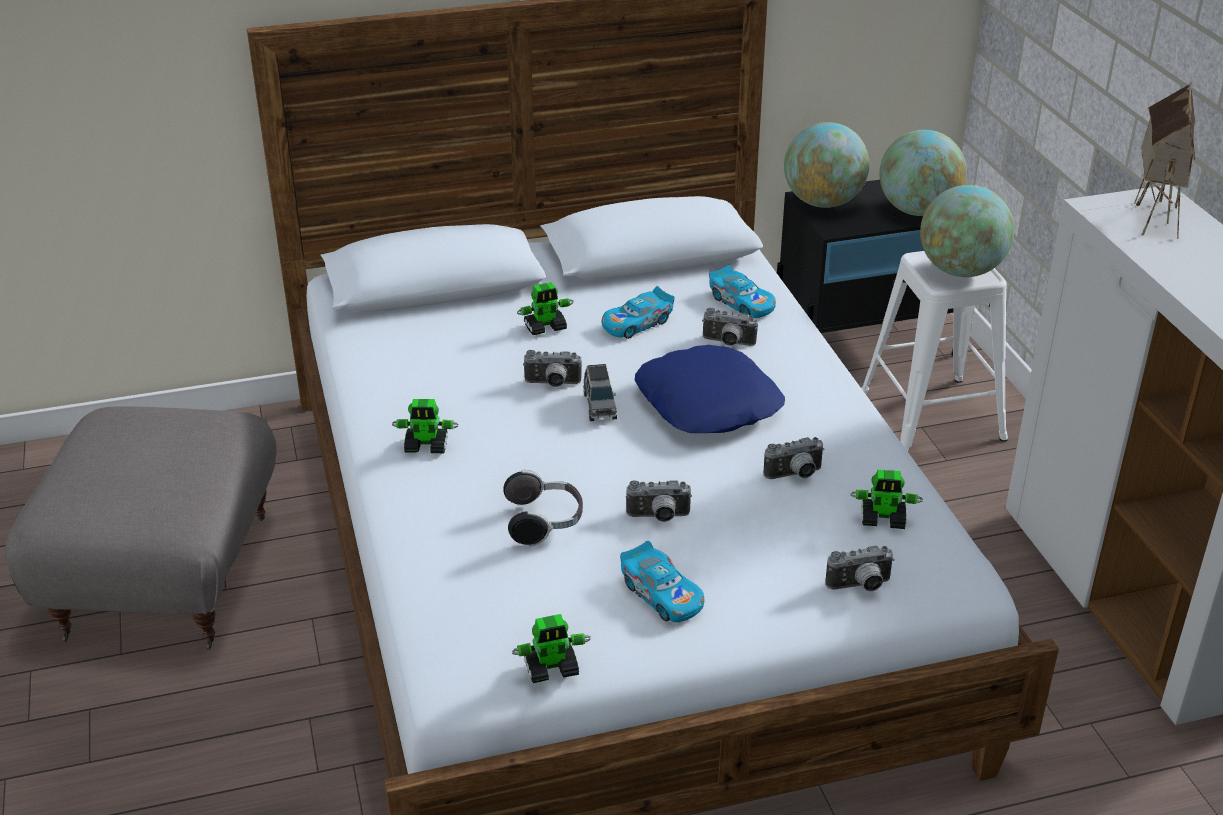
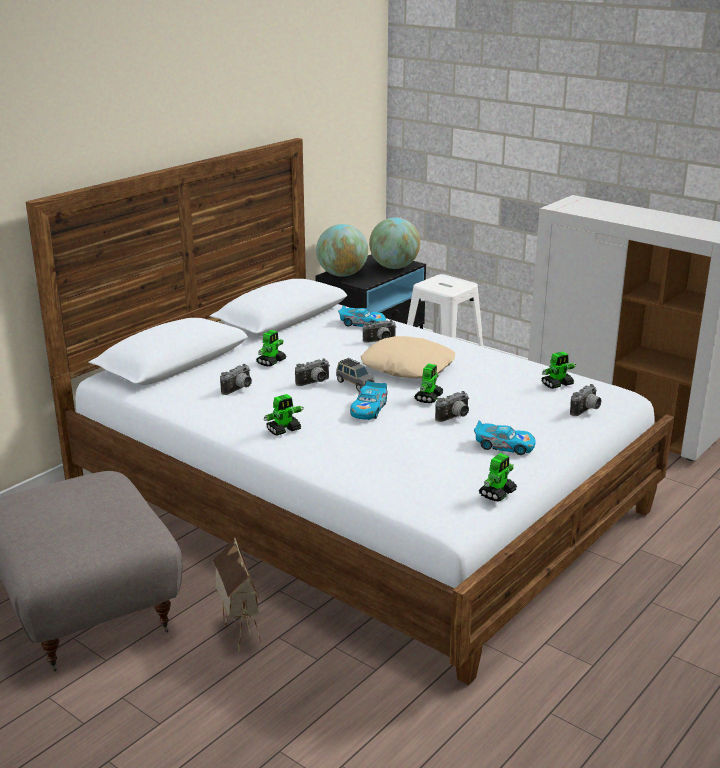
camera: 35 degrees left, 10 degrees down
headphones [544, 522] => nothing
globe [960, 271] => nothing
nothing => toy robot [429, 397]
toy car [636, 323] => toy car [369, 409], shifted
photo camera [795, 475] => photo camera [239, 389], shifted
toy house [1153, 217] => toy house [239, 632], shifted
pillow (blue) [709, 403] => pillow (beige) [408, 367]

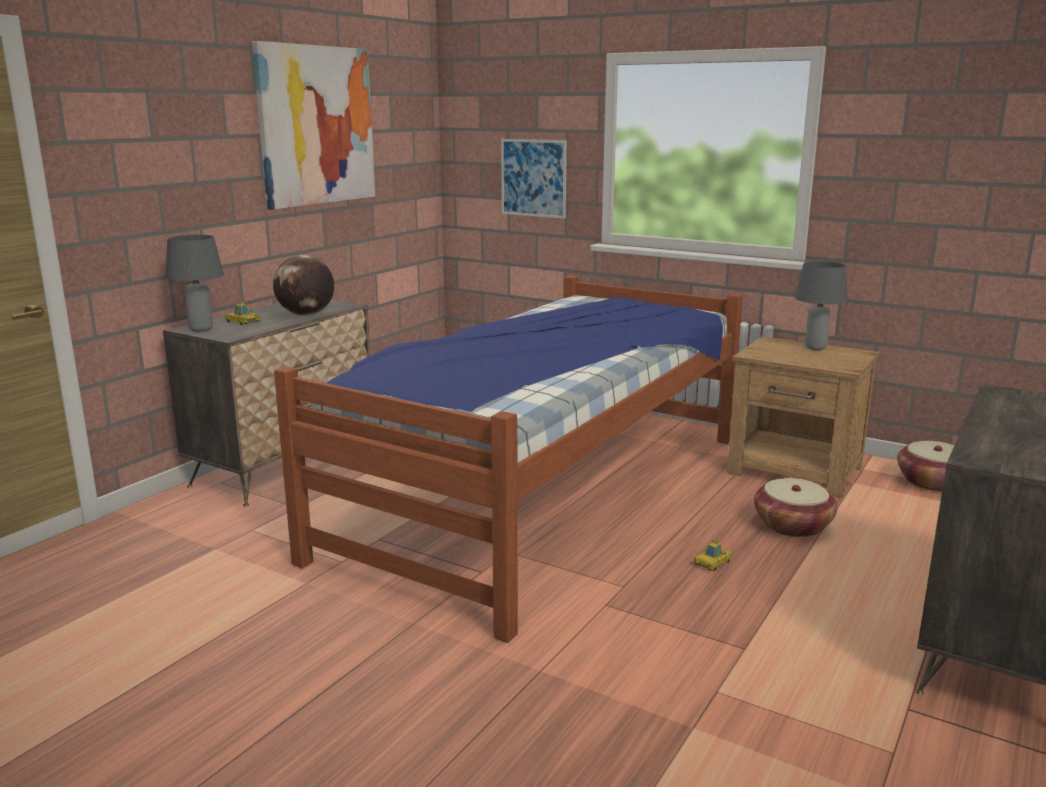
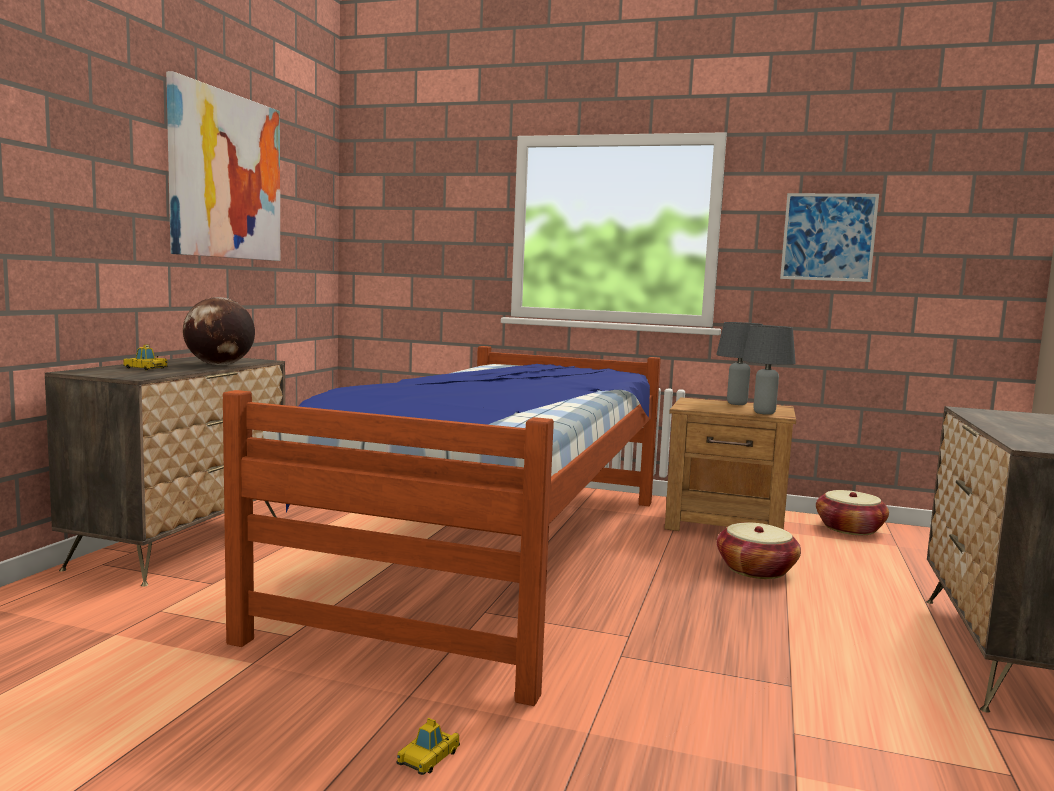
camera: 15 degrees left, 10 degrees down
table lamp (grey) [201, 330] => table lamp (grey) [765, 413], shifted
picture [533, 178] => picture [828, 237], shifted
toy car [712, 562] => toy car [428, 757], shifted

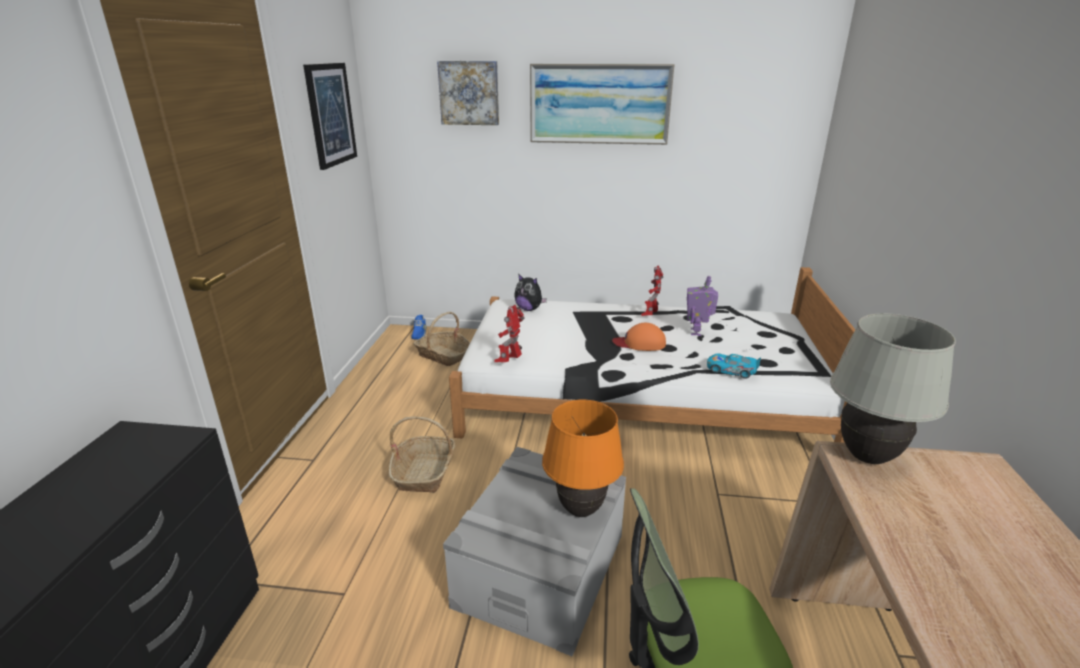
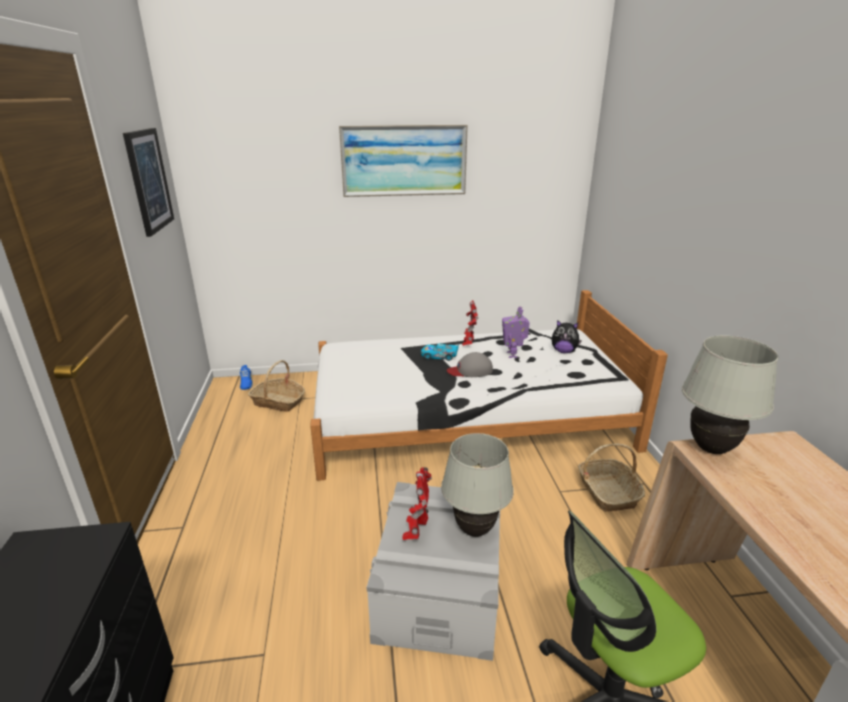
camera: 15 degrees left, 0 degrees up
picture [469, 93] => nothing
basket [425, 472] => basket [607, 492], shifted
toy robot [510, 361] => toy robot [417, 531], shifted
plush toy [529, 309] => plush toy [563, 351], shifted
toy car [731, 370] => toy car [439, 356], shifted
table lamp (orange) [581, 510] => table lamp (white) [475, 530]
cap (orange) [640, 343] => cap (grey) [470, 370]

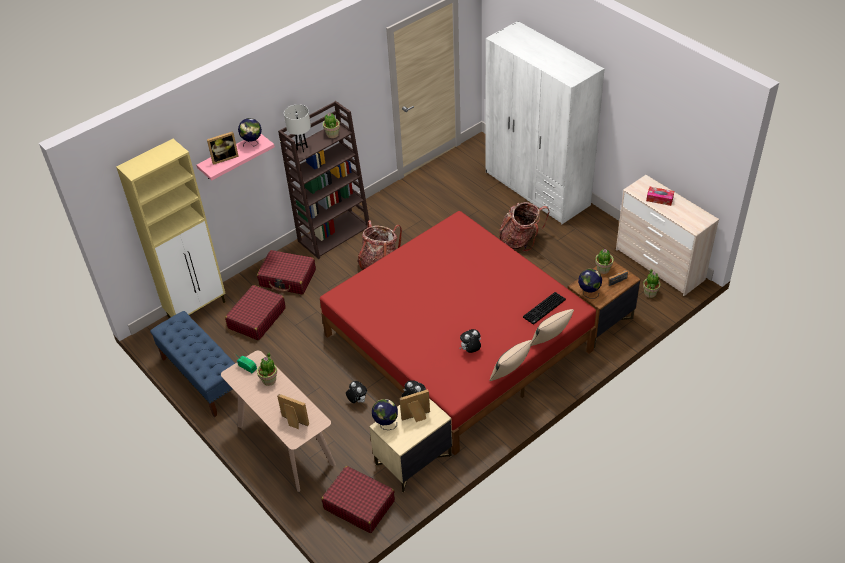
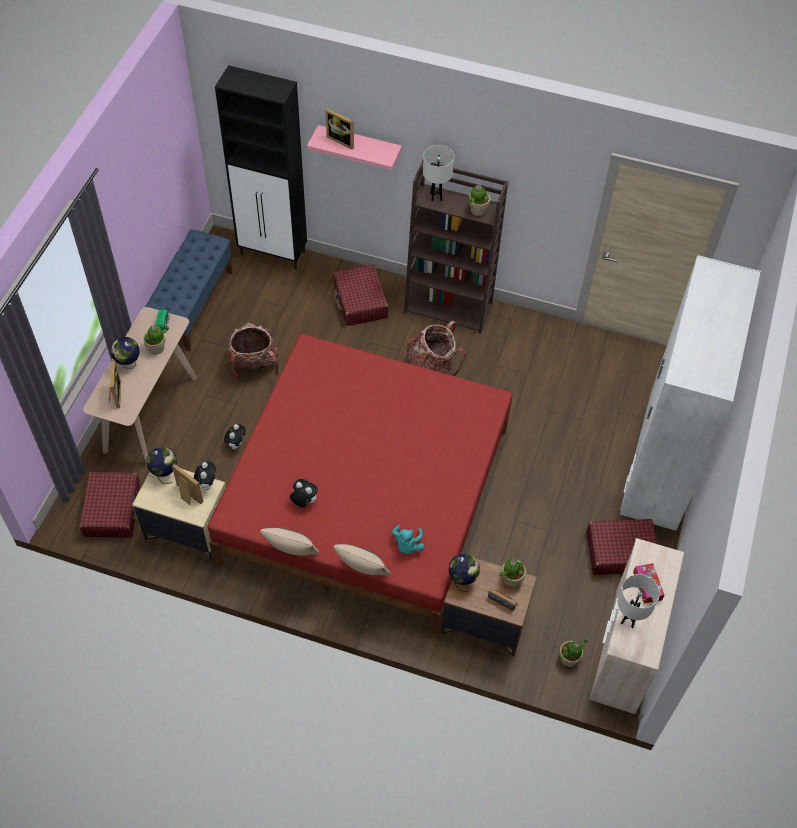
camera: 55 degrees right, 10 degrees up
nothing => table lamp (white) [628, 620]
suitcase (red) [256, 318] => suitcase (red) [620, 552], shifted
globe [252, 144] => globe [128, 364], shifted
backpack [520, 240] => backpack [254, 365], shifted
keyboard [544, 309] => plush toy (turquoise) [407, 545]
cabinet (beige) [197, 309] => cabinet (black) [273, 253]

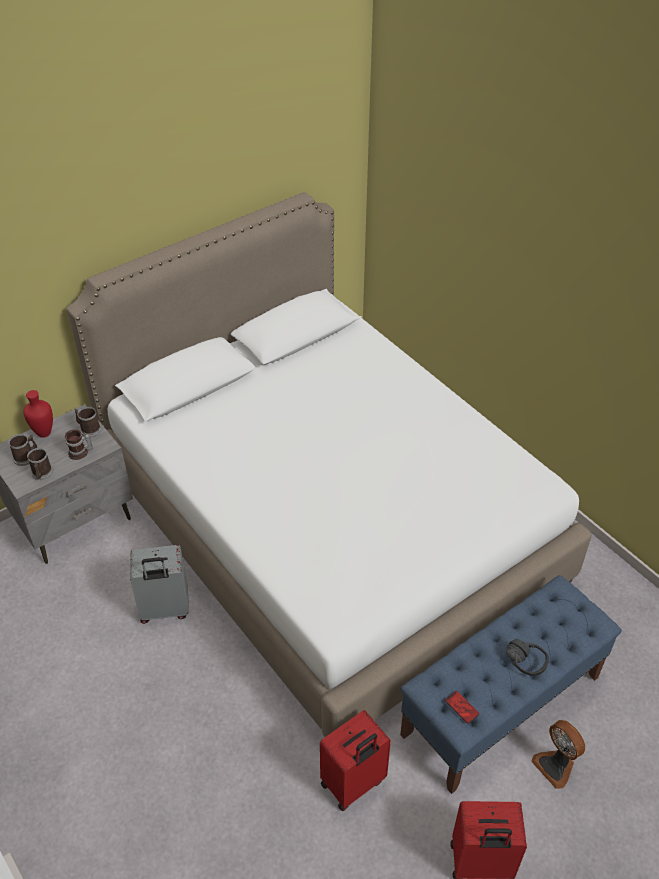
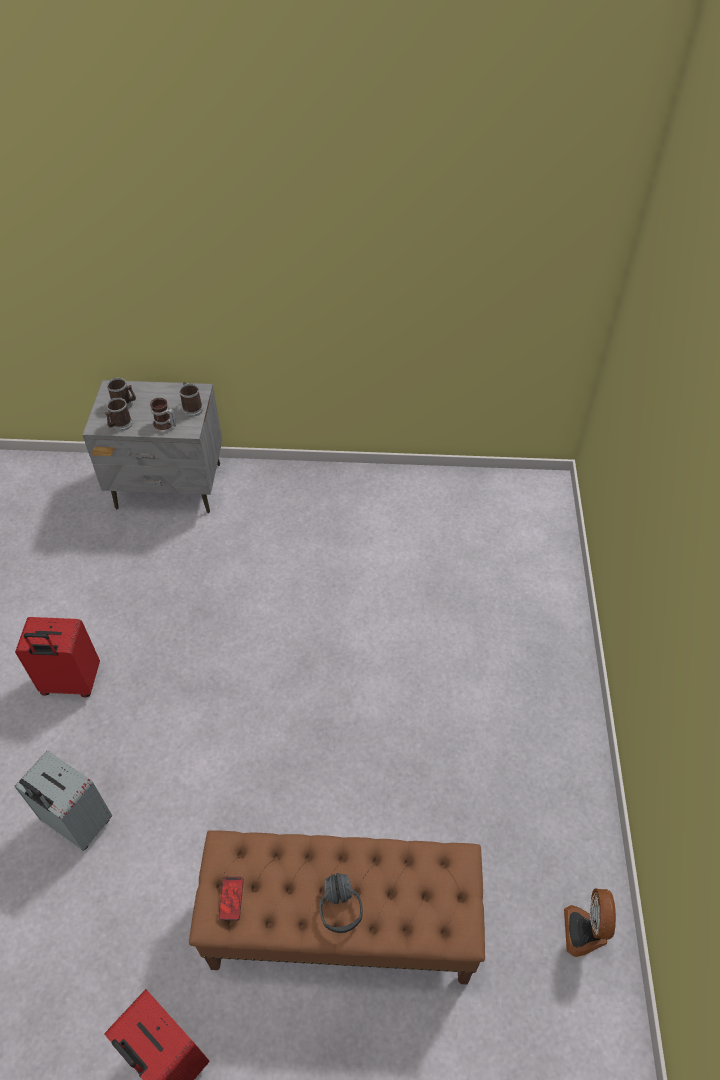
camera: 40 degrees right, 5 degrees up
vase (red) [44, 434] => nothing
bed (white) [328, 526] => nothing
suitcase (grey) [164, 610] => suitcase (grey) [77, 823], shifted
suitcase (red) [353, 784] => suitcase (red) [71, 683], shifted
fan [555, 765] => fan [585, 932], shifted
bench (blue) [501, 704] => bench (brown) [342, 926]

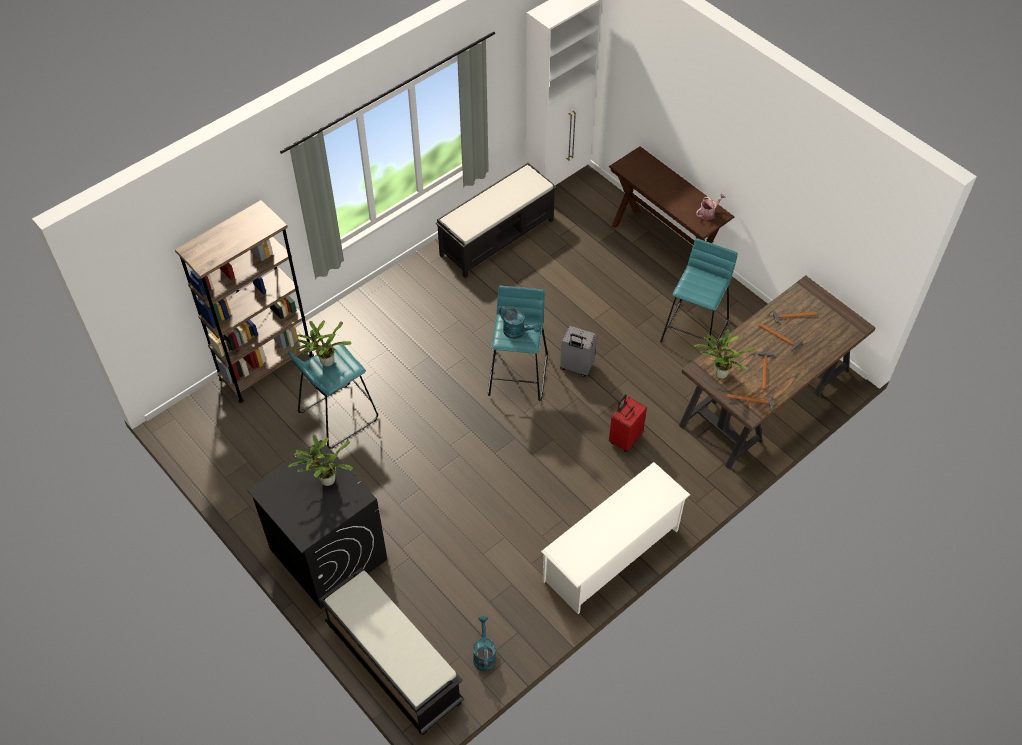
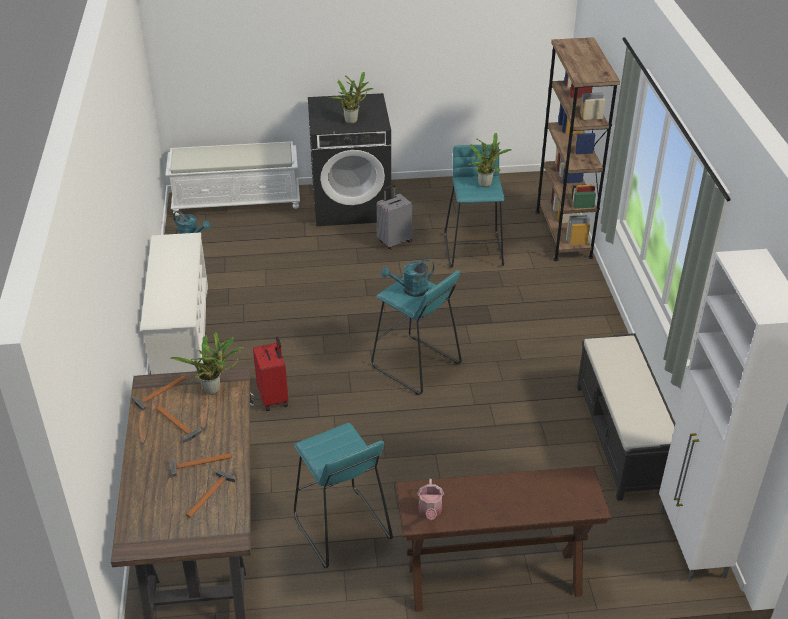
camera: 125 degrees right, 15 degrees down
suitcase (grey) [576, 367] => suitcase (grey) [394, 241], shifted
bench (black) [392, 663] => bench (white) [237, 201]

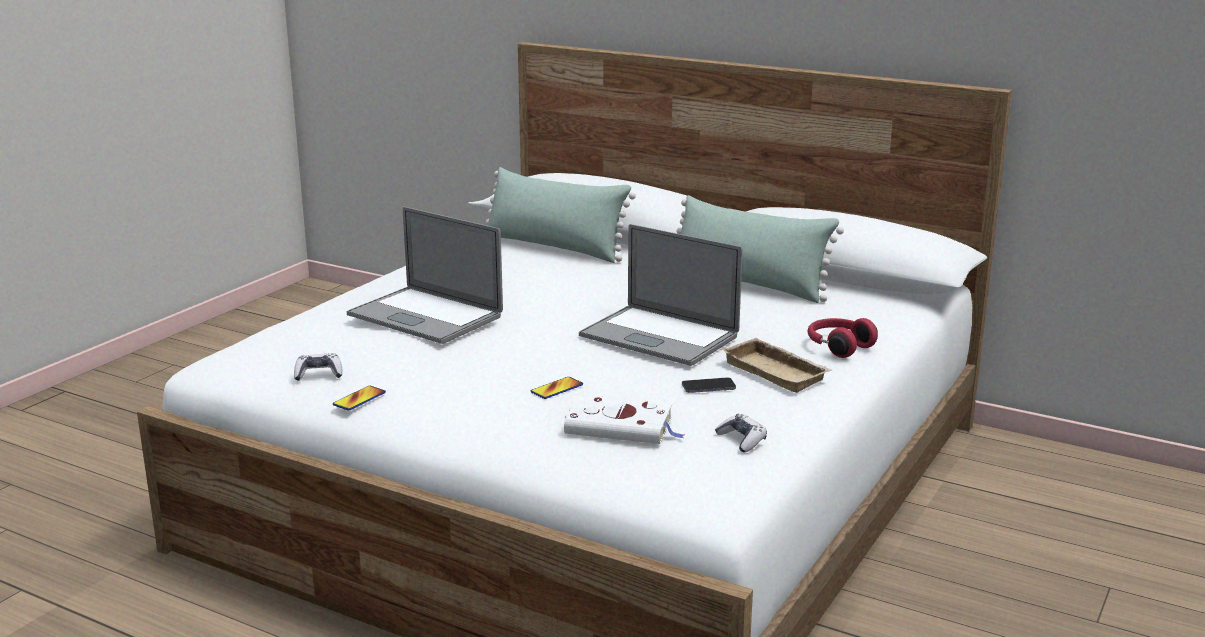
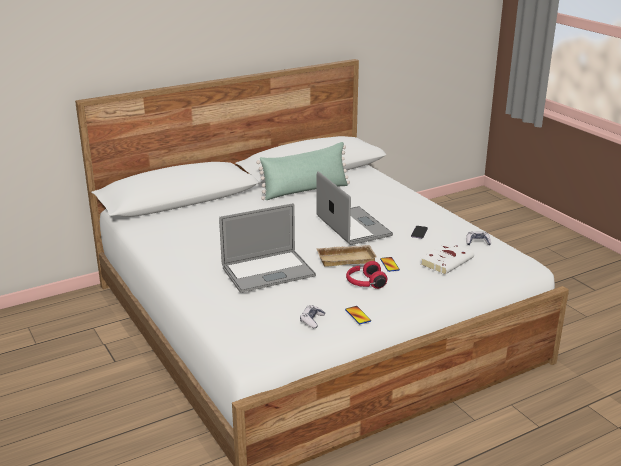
camera: 60 degrees left, 5 degrees up
pillow (green) [554, 247] => nothing
tray (beige) [778, 372] => tray (beige) [346, 258], shifted
headphones (red) [838, 347] => headphones (red) [365, 283], shifted
laptop [659, 336] => laptop [353, 226], 90 degrees counterclockwise

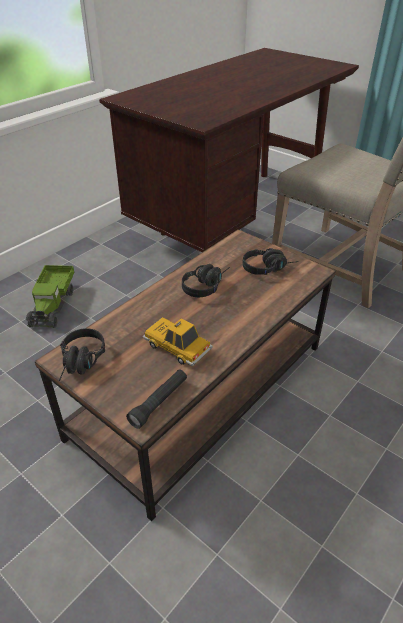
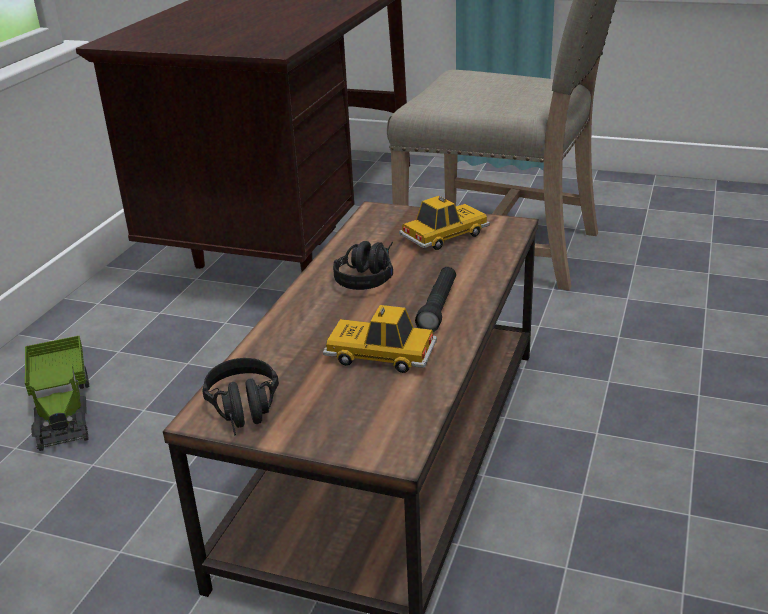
camera: 20 degrees left, 10 degrees down
flashlight (black) [159, 402] => flashlight (black) [438, 307], shifted
headphones (black) [268, 268] => toy car [444, 236]

